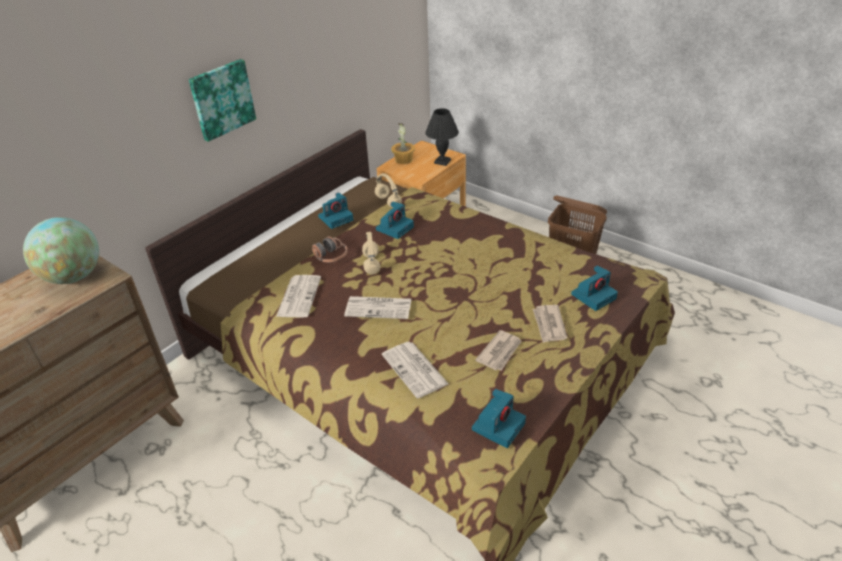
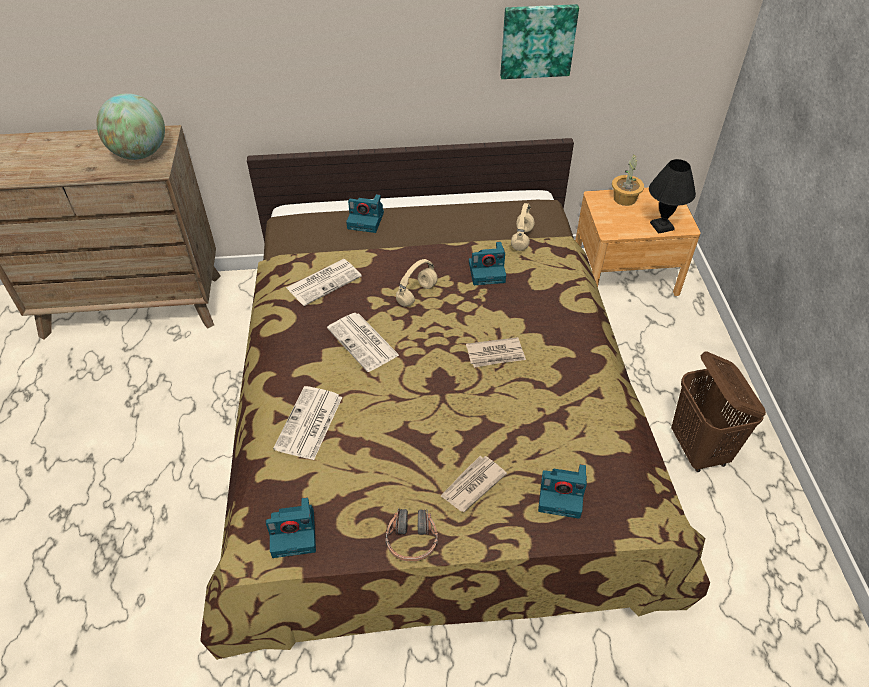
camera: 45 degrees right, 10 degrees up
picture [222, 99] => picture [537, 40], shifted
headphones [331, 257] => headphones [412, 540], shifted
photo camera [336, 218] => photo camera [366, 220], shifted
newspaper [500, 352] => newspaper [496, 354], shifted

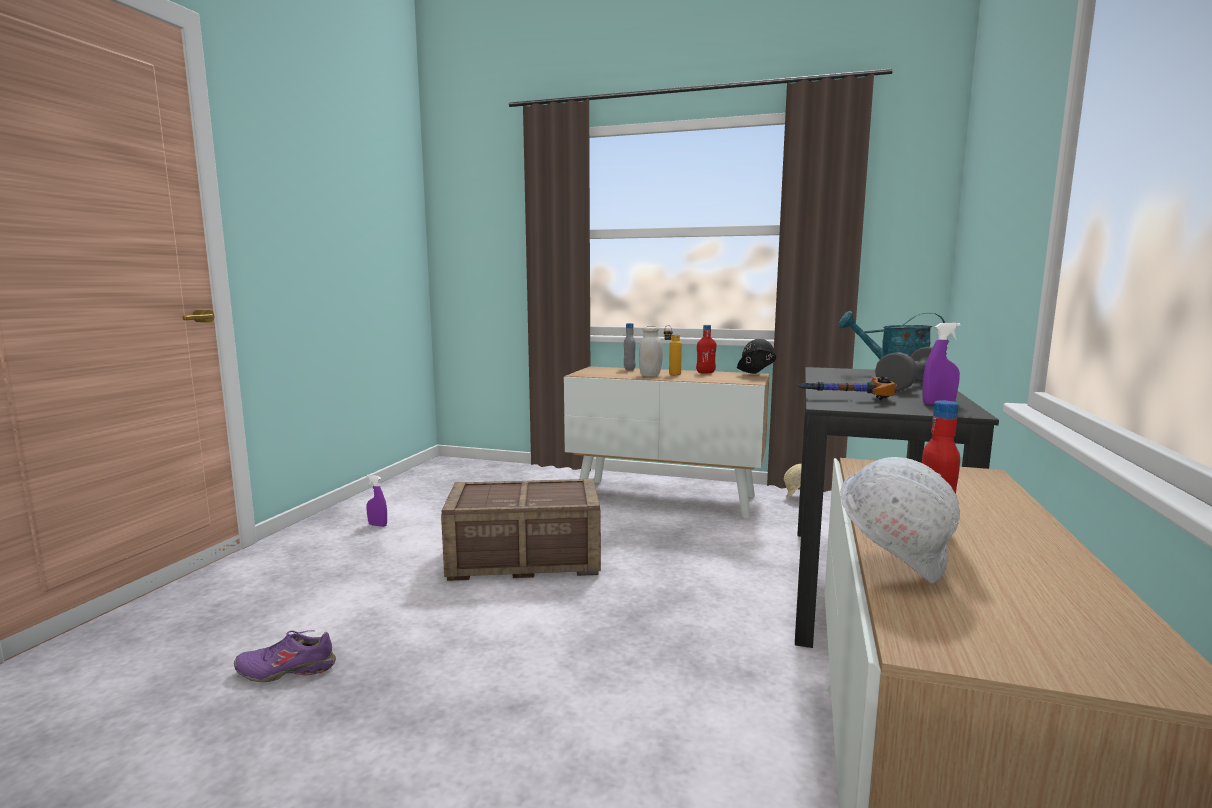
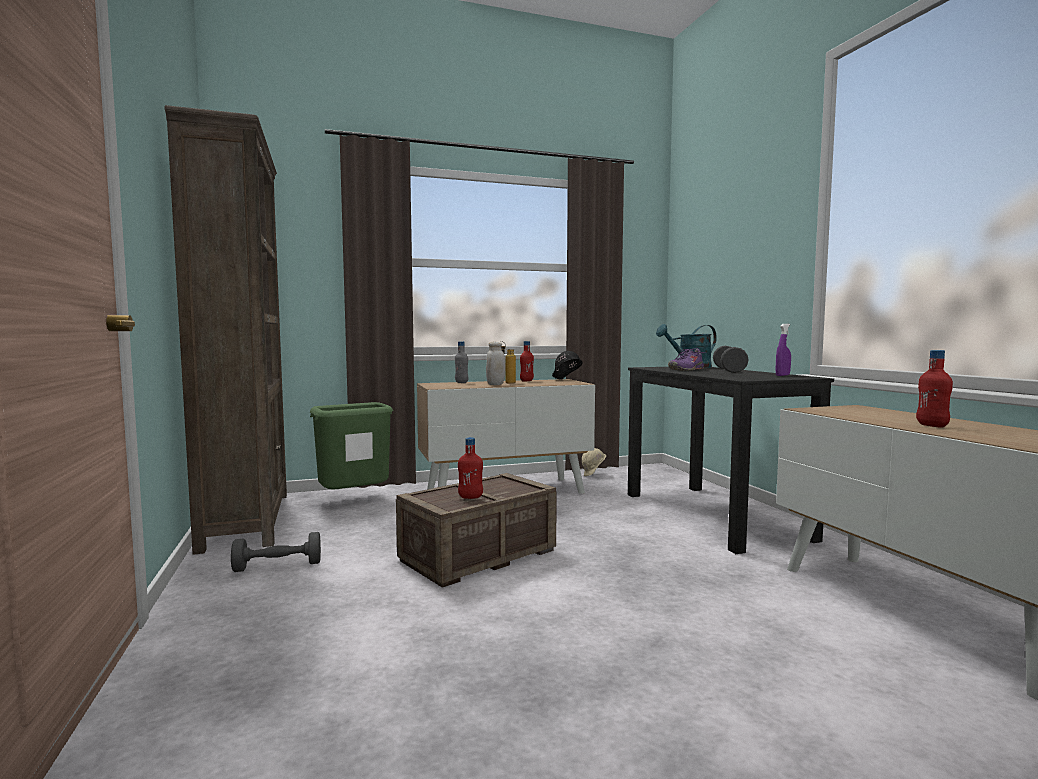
camera: 35 degrees left, 5 degrees down
hammer [844, 399] => nothing
hard hat (white) [896, 566] => nothing
nothing => bookcase (brown) [247, 520]
nothing => trash can (green) [354, 500]
nothing => bottle (red) [470, 497]
shoe (purple) [287, 670] => shoe (purple) [686, 370], shifted
spray bottle (purple) [377, 525] => dumbbell (grey) [278, 566]

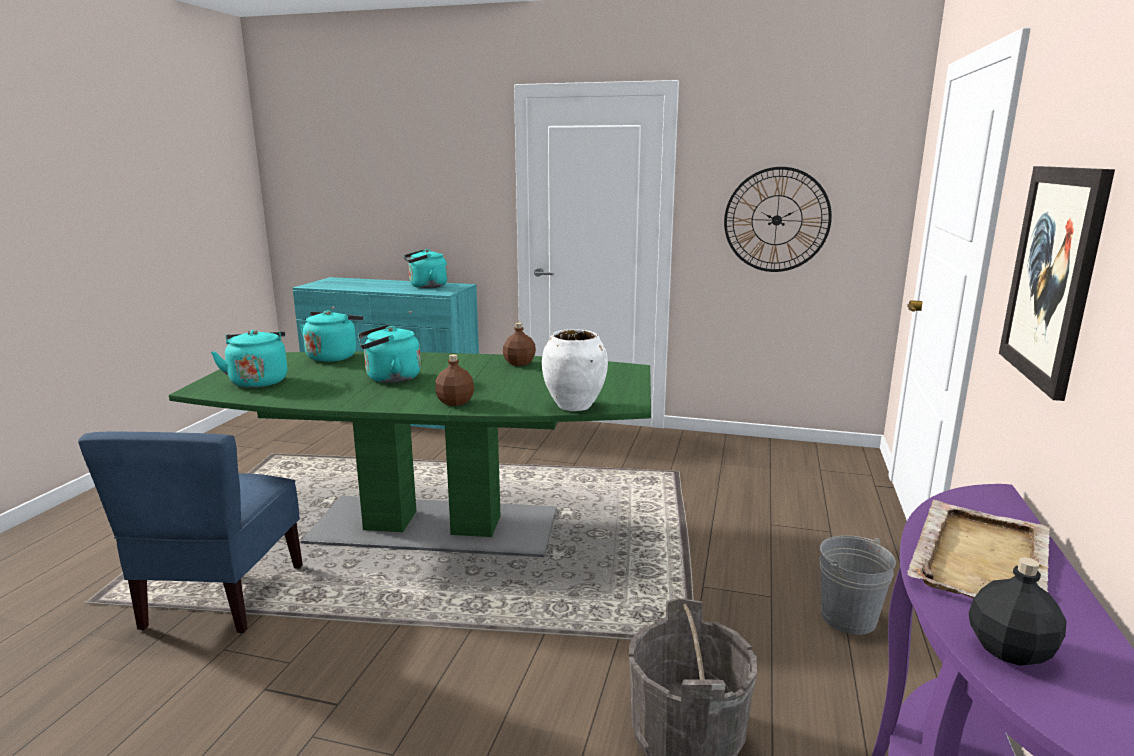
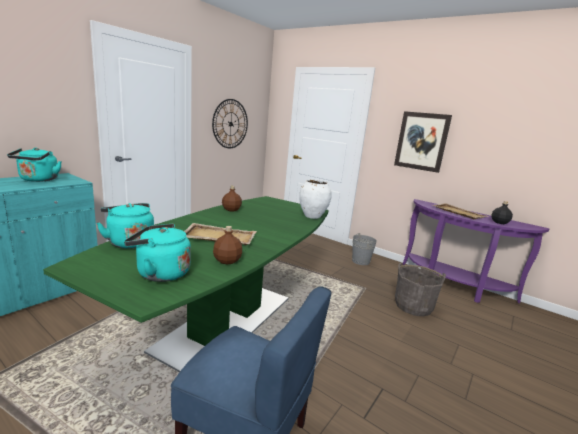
camera: 70 degrees left, 0 degrees up
bottle (brown) [456, 402] => bottle (brown) [227, 260], shifted
kettle (turquoise) [389, 378] => tray (beige) [218, 236]

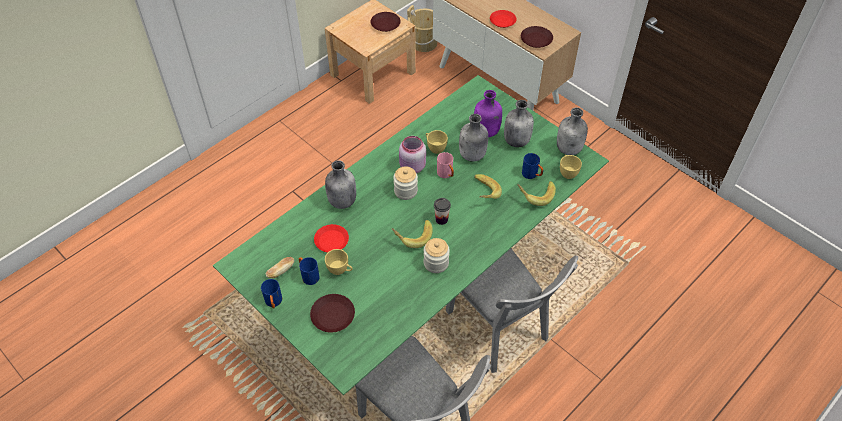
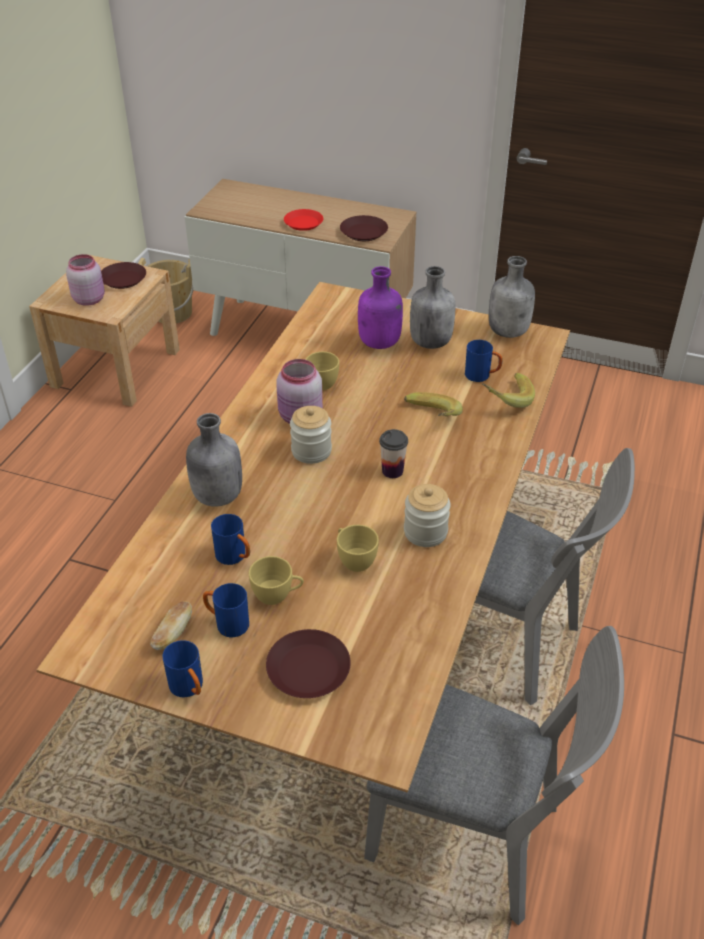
camera: 25 degrees left, 10 degrees down
banana [412, 237] => nothing
mug (pink) [446, 174] => nothing
bottle (grey) [472, 155] => nothing
nothing => jar (pink) [89, 299]
cup (yellow) [567, 172] => cup (yellow) [354, 560], shifted
plate (red) [332, 240] => mug (blue) [235, 557]
dining table (green) [421, 287] => dining table (brown) [351, 625]

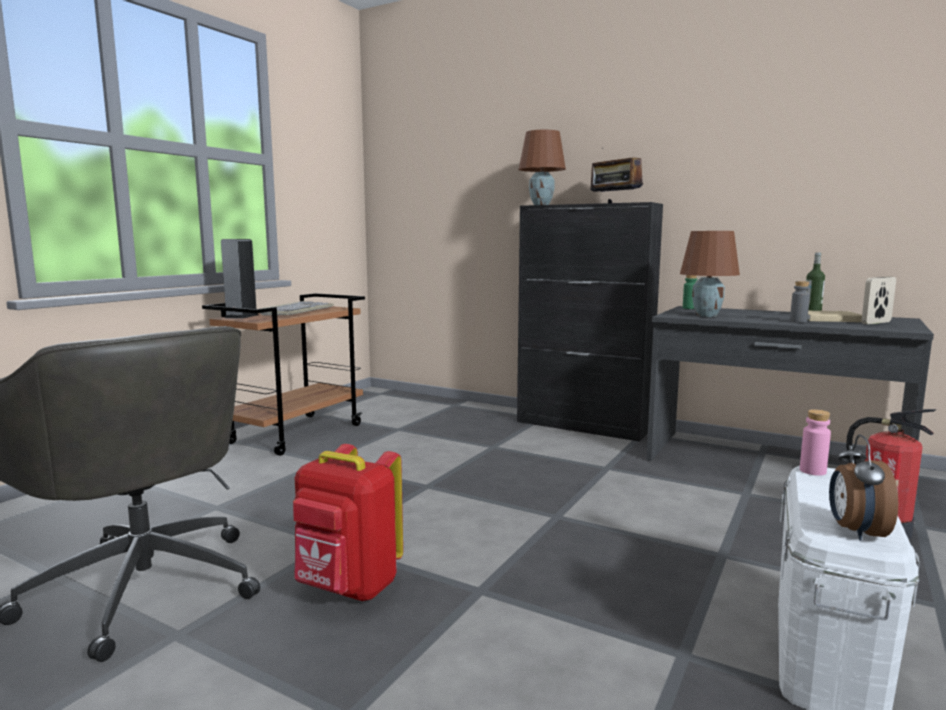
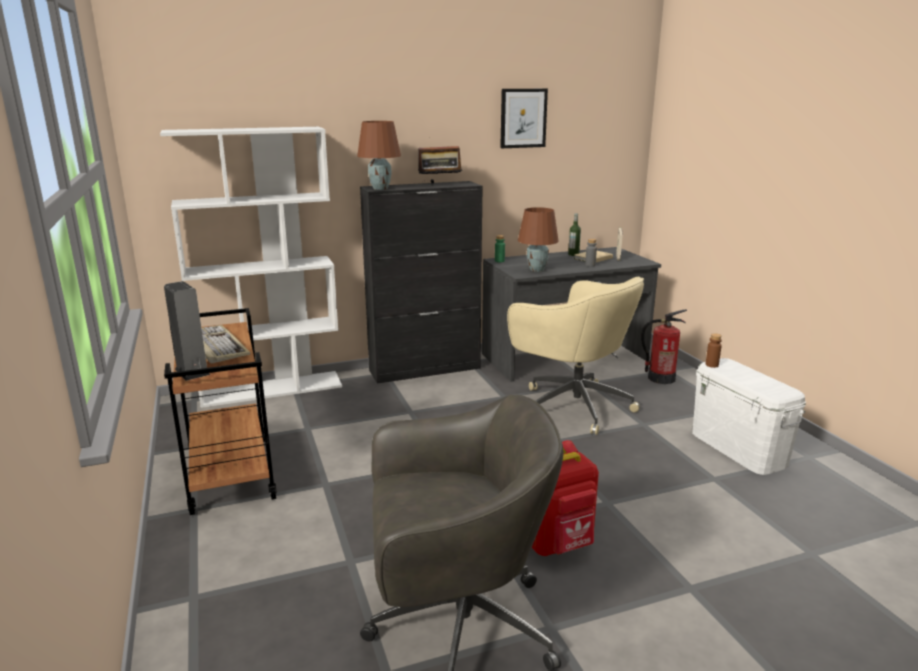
camera: 50 degrees left, 10 degrees up
alarm clock [855, 531] => nothing
nothing => bookcase (white) [272, 389]
nothing => picture [523, 118]
nothing => office chair (beige) [572, 405]
bottle (pink) [812, 471] => bottle (brown) [711, 365]

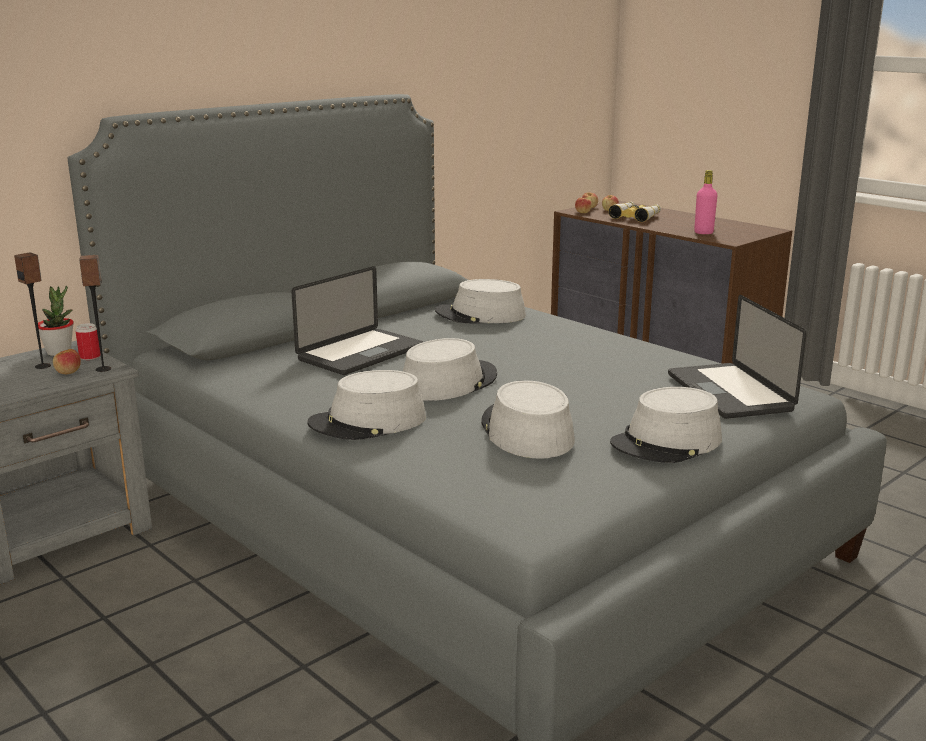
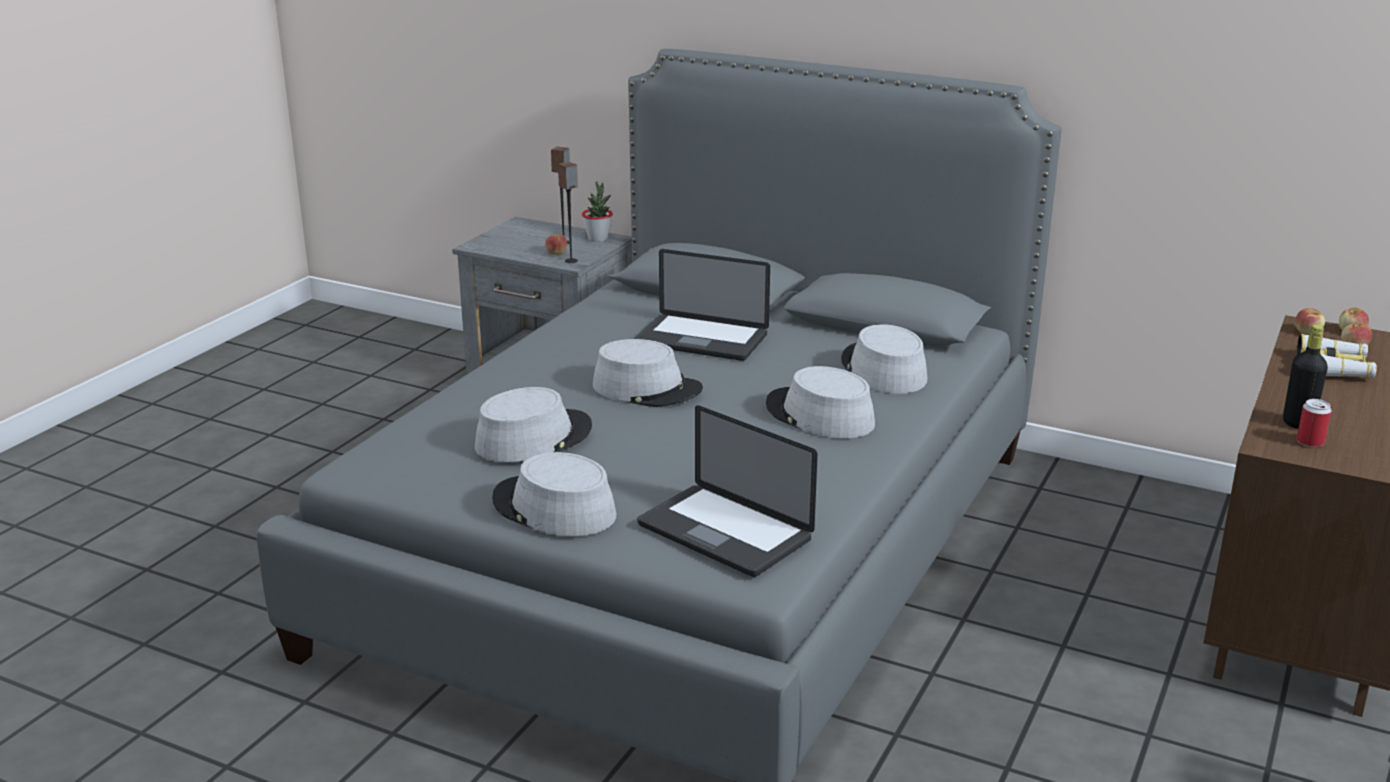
camera: 70 degrees right, 5 degrees up
can [90, 357] => can [1310, 442], shifted
hat (grey) [368, 422] => hat (grey) [819, 415], shifted
bottle (pink) [703, 233] => bottle (black) [1298, 423]
laptop [729, 392] => laptop [724, 532], 105 degrees counterclockwise

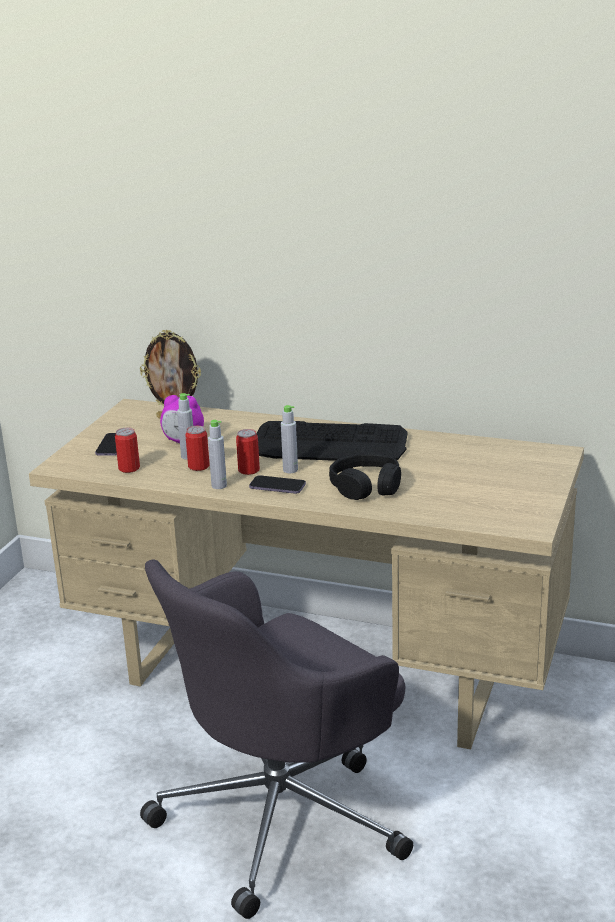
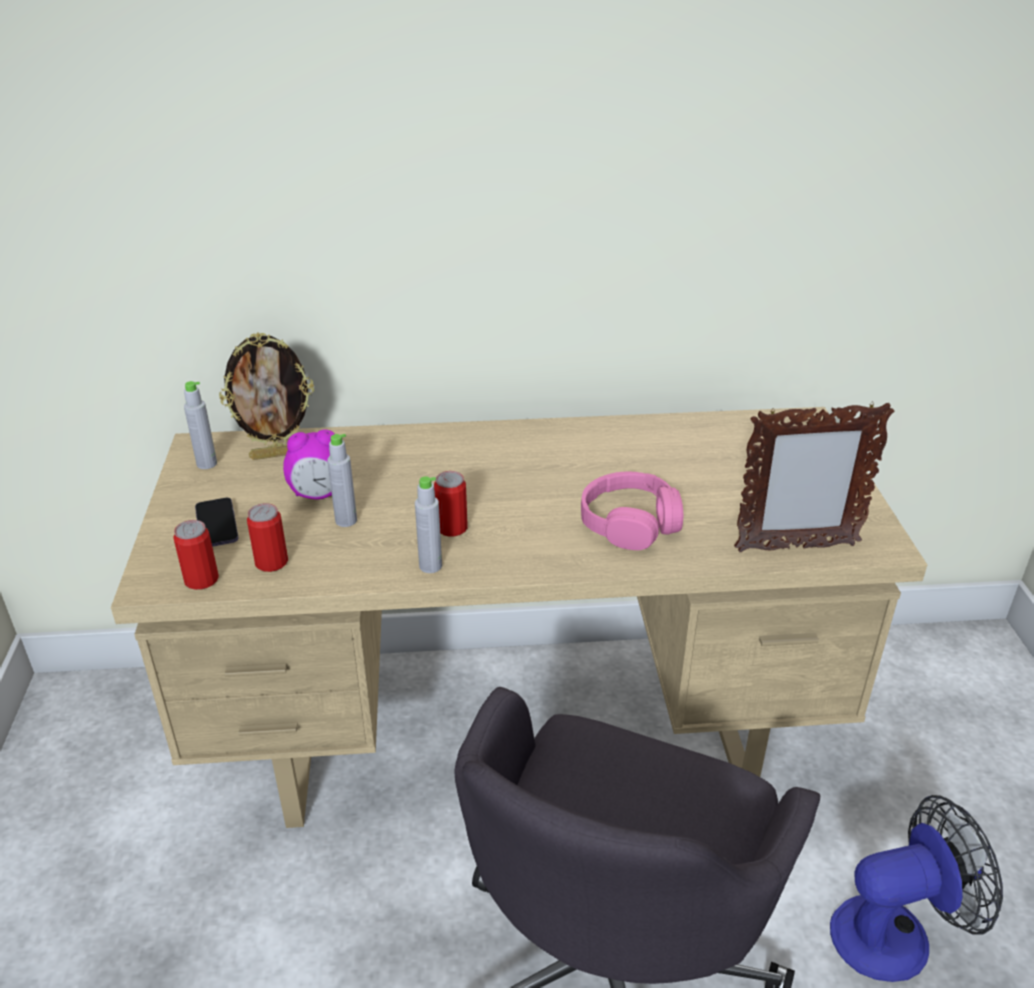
camera: 25 degrees left, 10 degrees up
phone [277, 487] => nothing
keyboard [330, 445] => nothing
nothing => picture frame [795, 547]
nothing => fan [895, 933]
can [198, 466] => can [201, 580], shifted
bottle (grey) [290, 470] => bottle (grey) [207, 464], shifted
headphones (black) [366, 486] => headphones (pink) [630, 523]

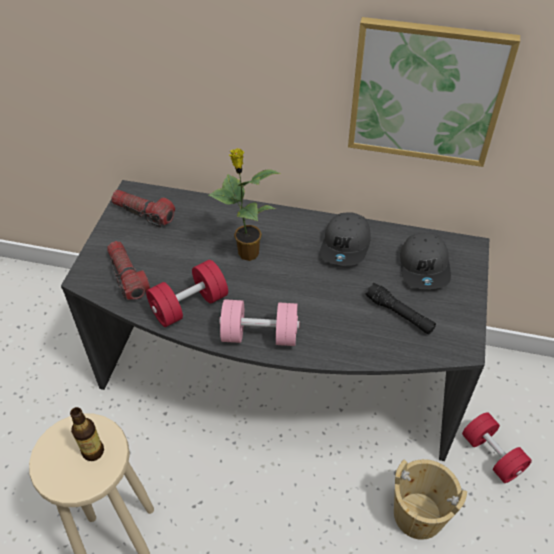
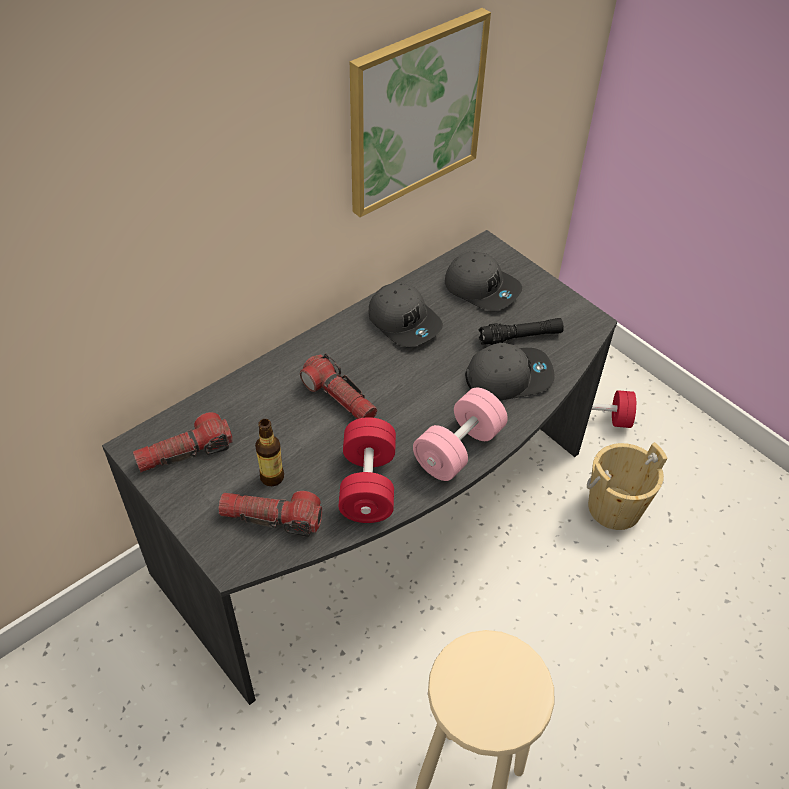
camera: 55 degrees left, 0 degrees up
nothing => cap (grey) [508, 376]
bottle [93, 451] => bottle [272, 477], shifted
potted plant [247, 252] => flashlight [339, 398]

